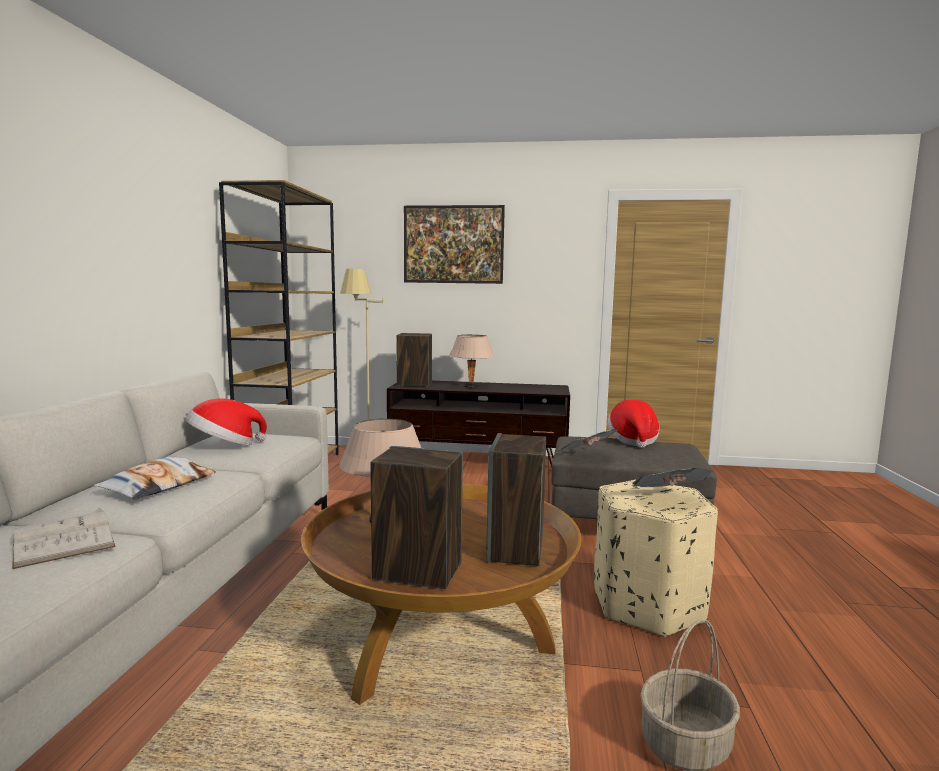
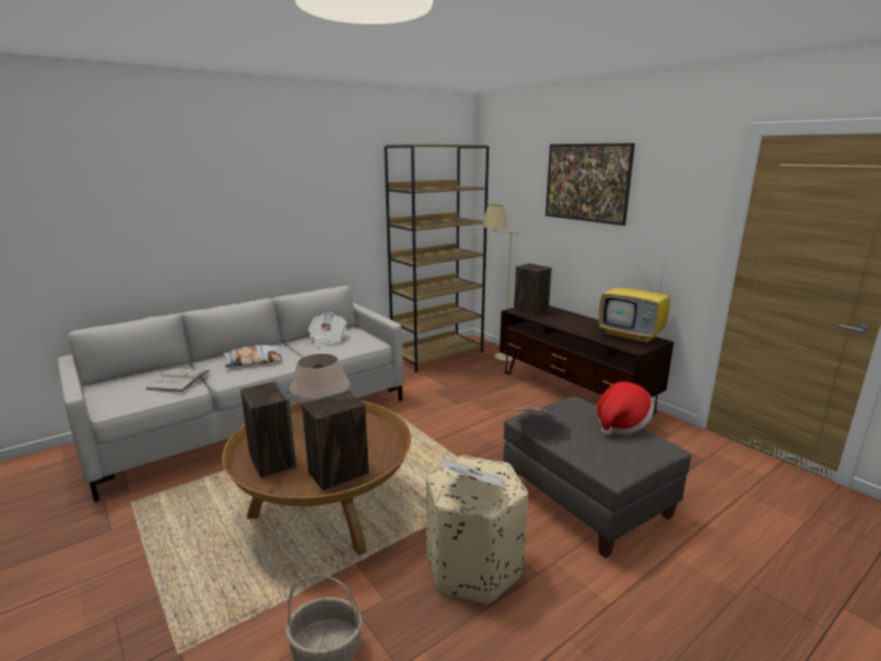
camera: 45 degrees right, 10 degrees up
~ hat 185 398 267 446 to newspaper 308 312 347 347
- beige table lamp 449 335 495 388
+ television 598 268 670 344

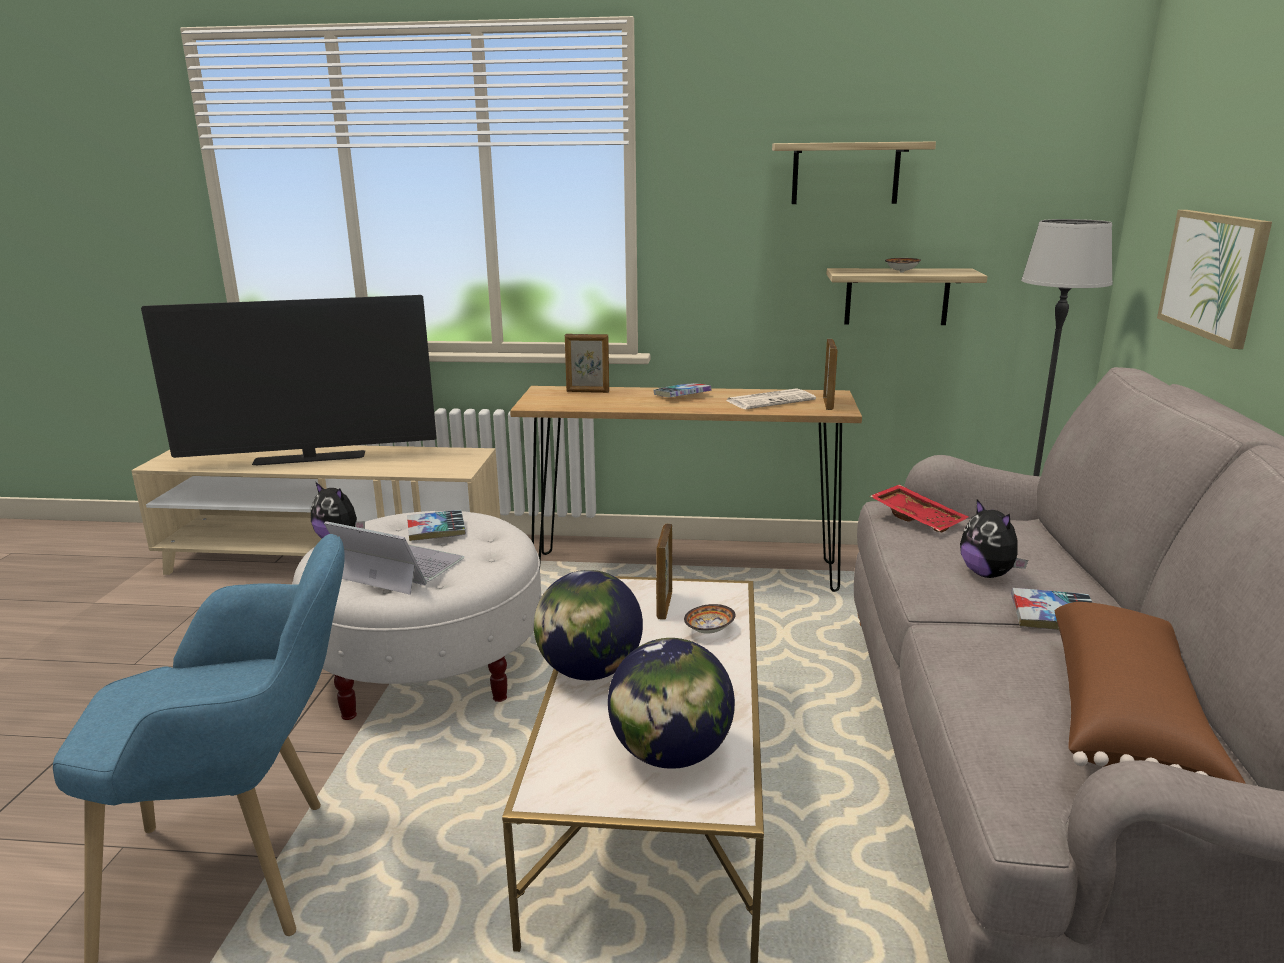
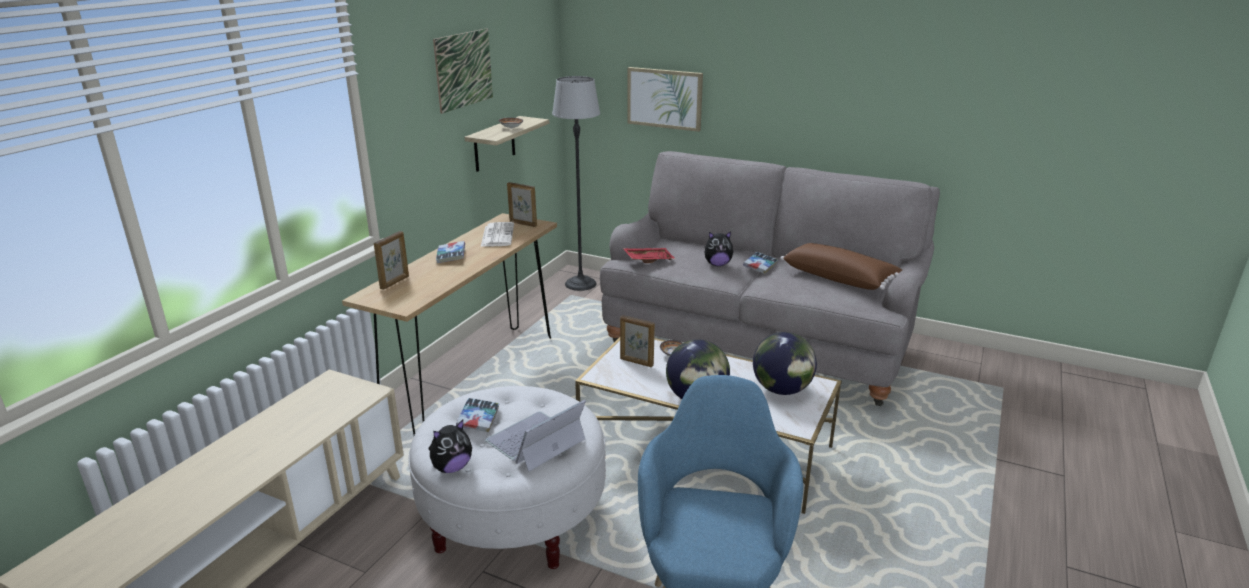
camera: 70 degrees left, 5 degrees up
- television 141 295 437 465
~ shelf 772 141 936 204 to picture 433 28 493 114

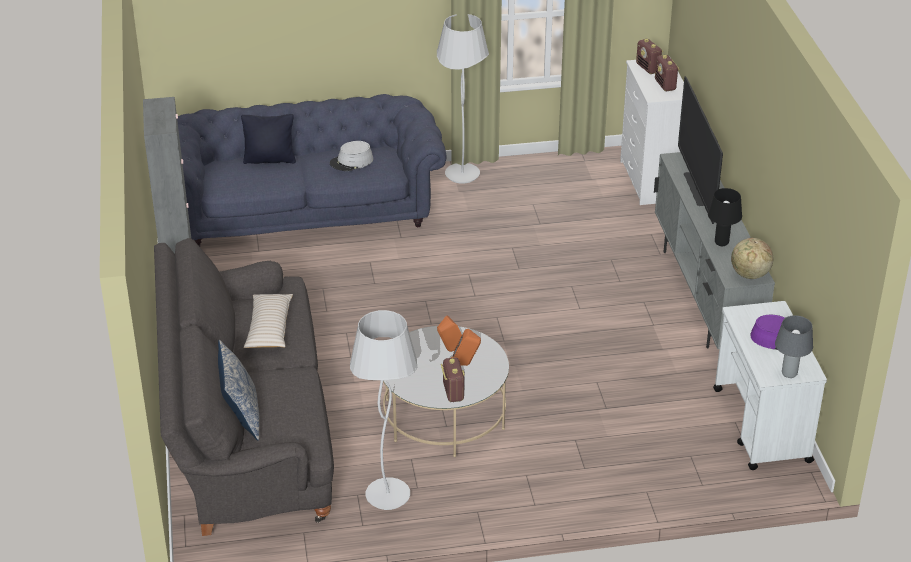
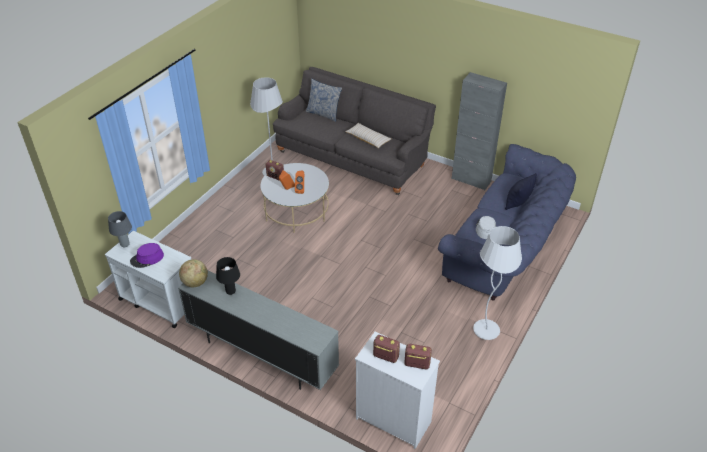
camera: 130 degrees right, 5 degrees up
- television 678 76 723 224

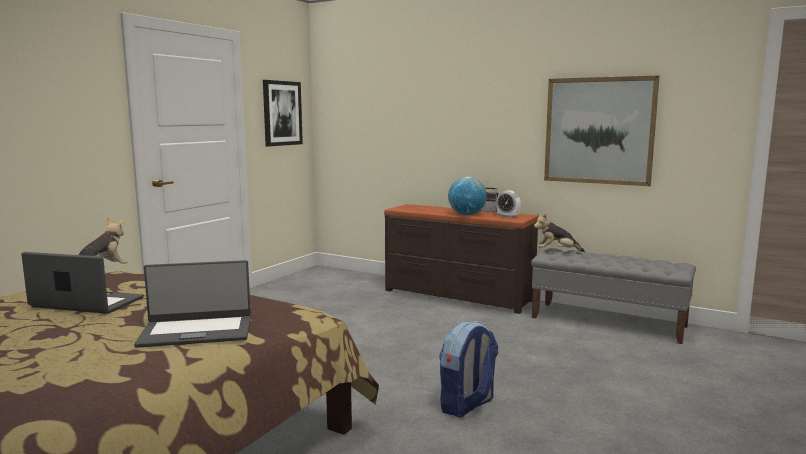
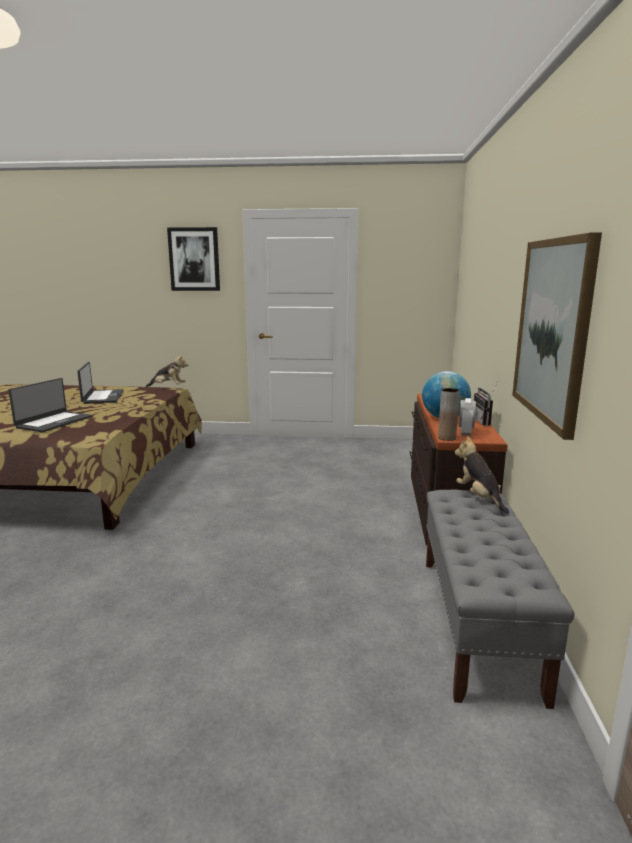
camera: 65 degrees right, 5 degrees up
~ laptop 134 260 251 348 = 8 378 92 432 120 degrees counterclockwise
~ picture 263 80 303 146 to 167 227 220 291
- backpack 439 321 498 417
+ brown vase 438 388 460 441

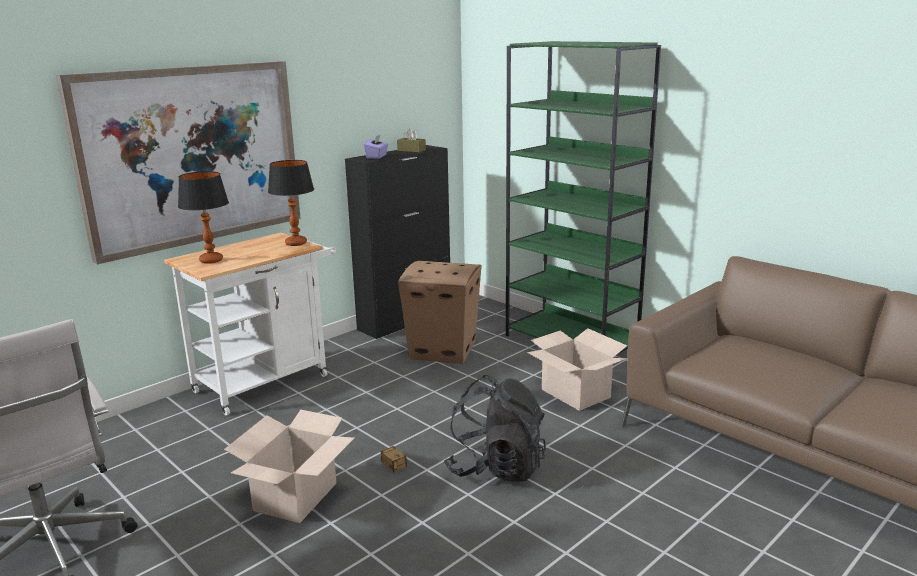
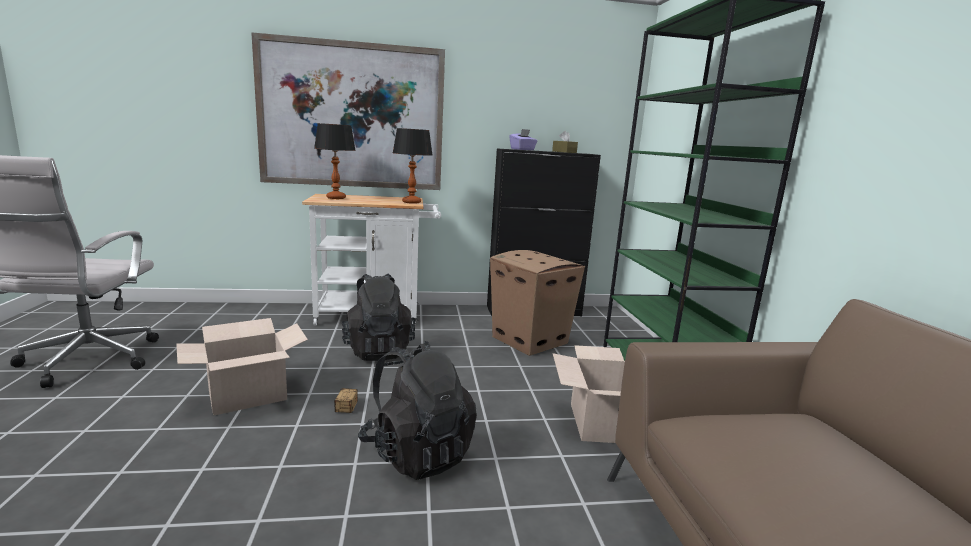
camera: 35 degrees right, 5 degrees down
+ black backpack 342 273 415 361

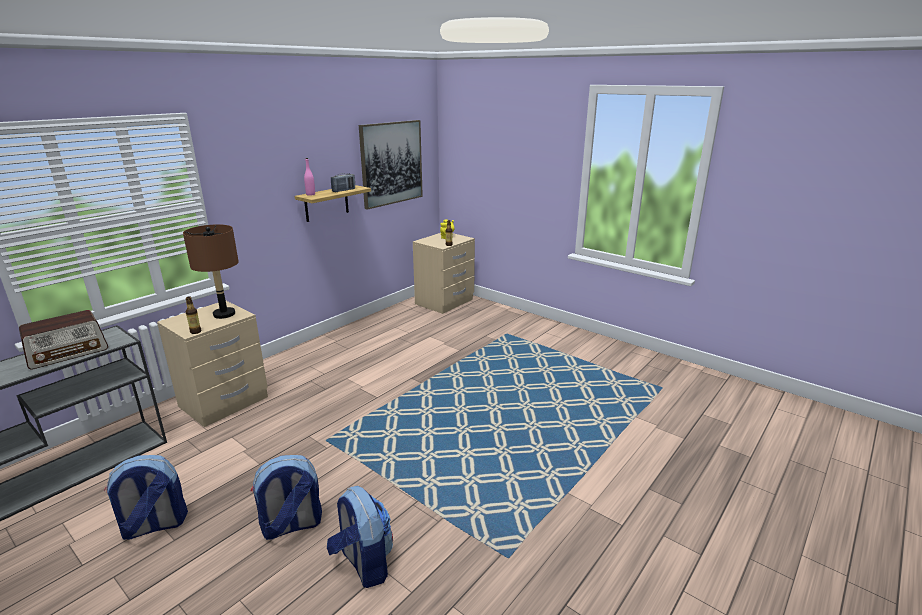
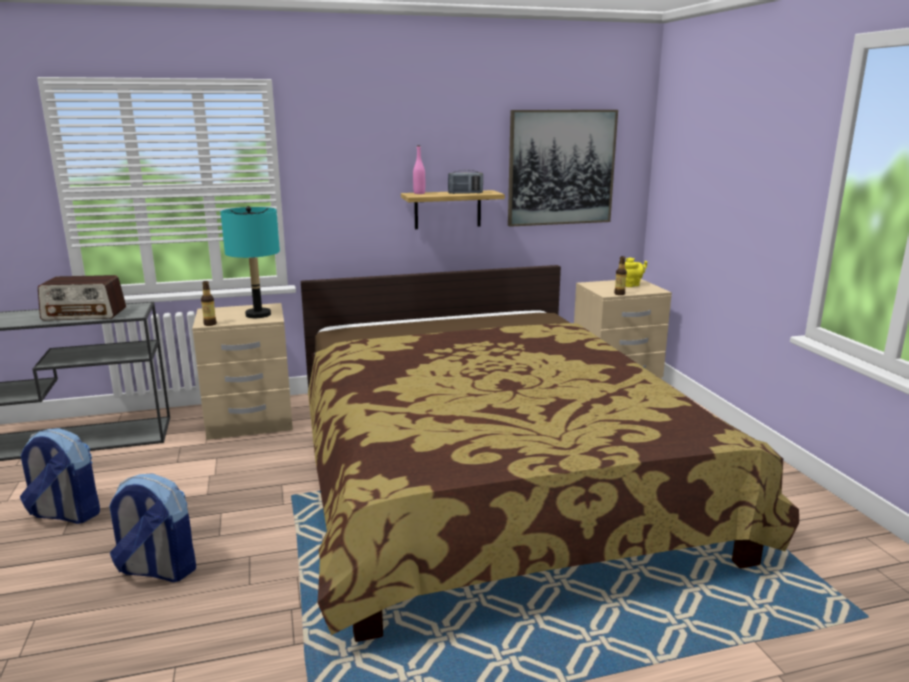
camera: 35 degrees right, 5 degrees down
~ brown table lamp 183 224 239 319 to turquoise table lamp 221 206 280 318
- backpack 327 486 393 588
+ bed 301 265 799 642

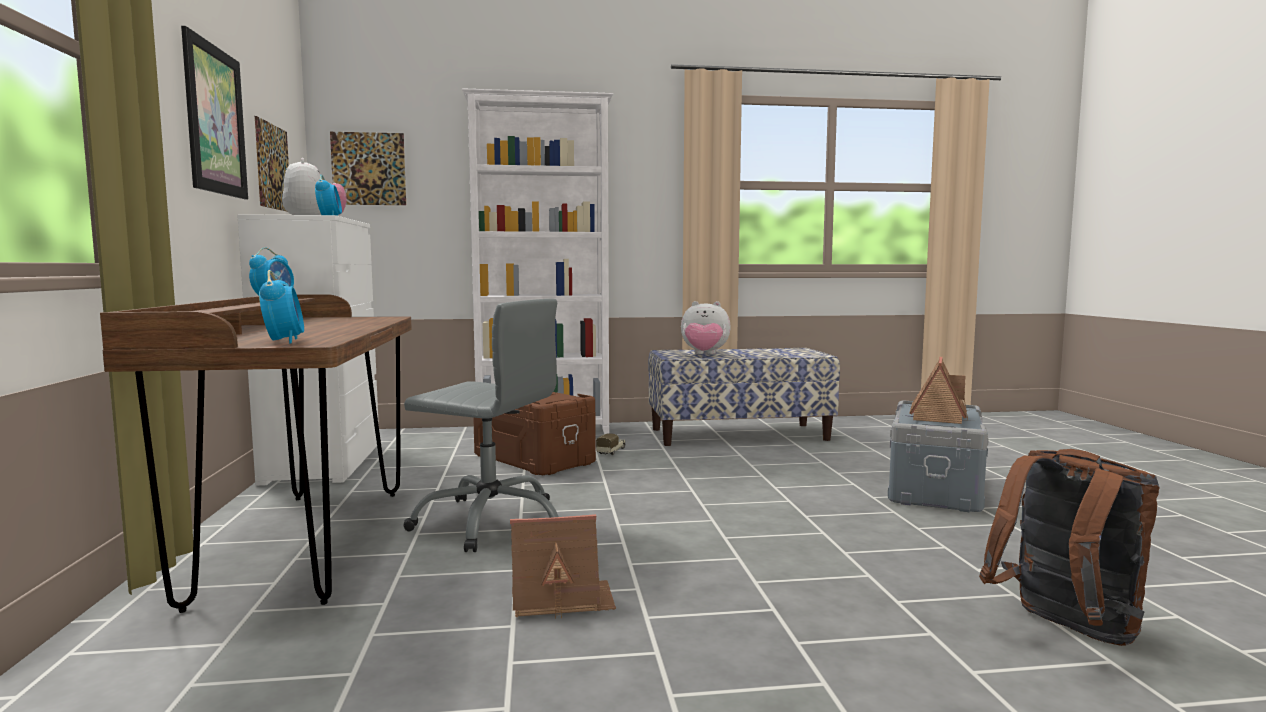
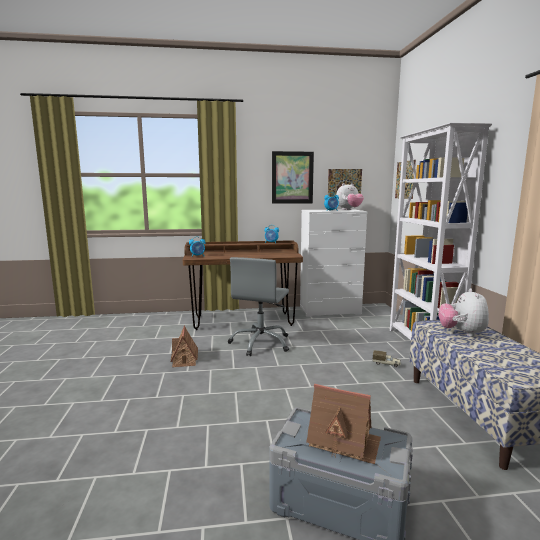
camera: 90 degrees right, 5 degrees up
- brown storage box 473 392 596 475
- brown backpack 979 449 1159 646

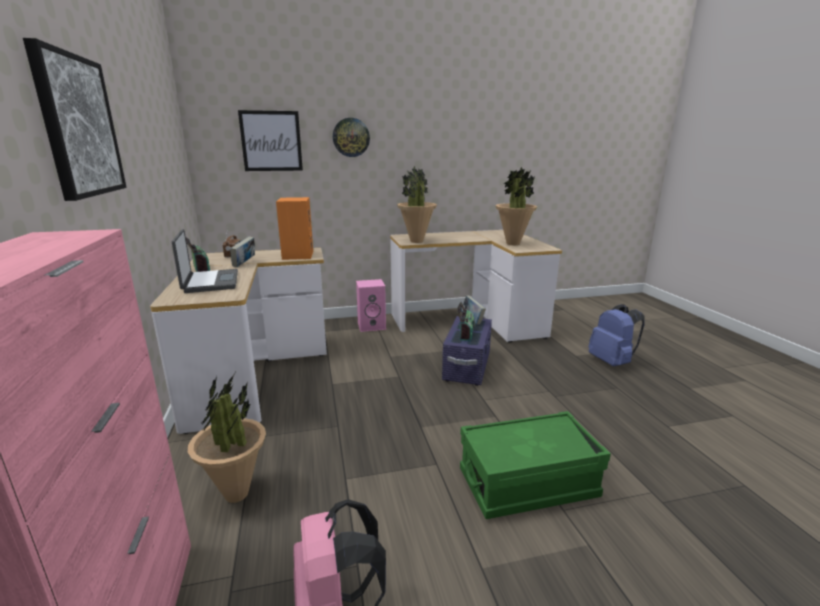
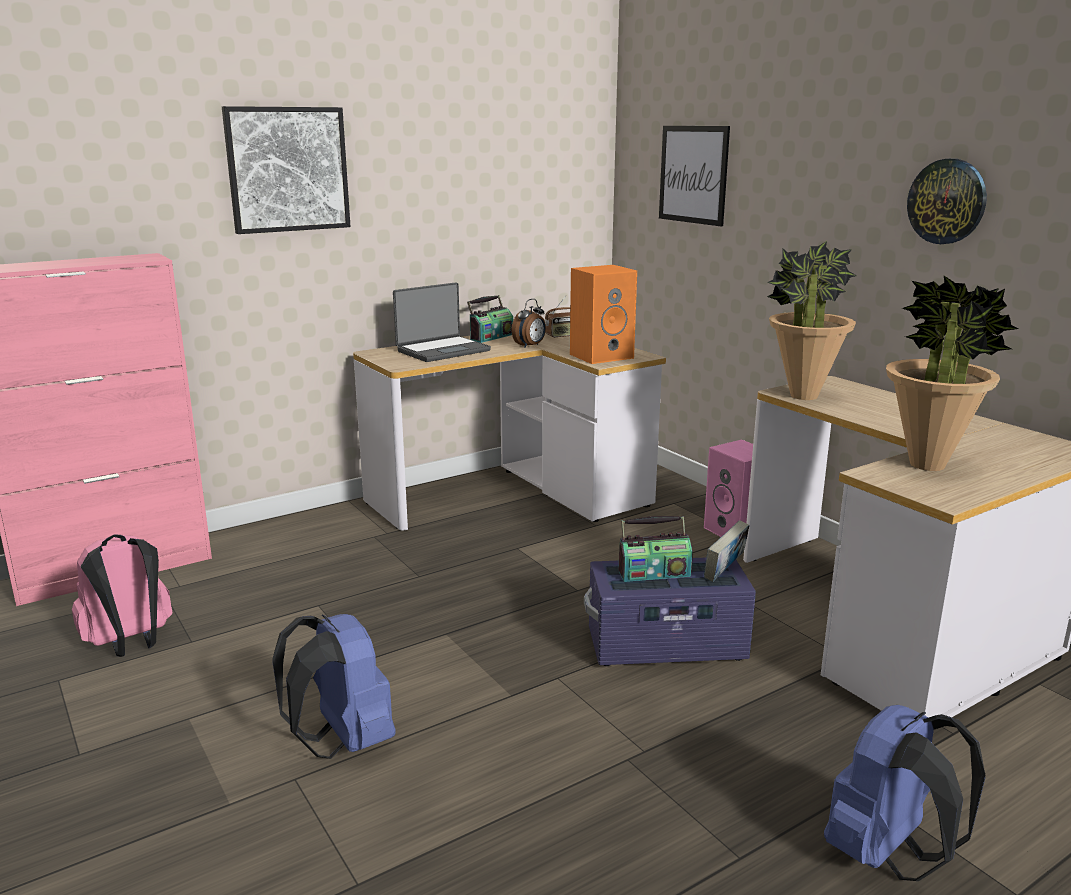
camera: 70 degrees right, 0 degrees up
- potted plant 188 373 266 503
~ book 230 236 255 267 to alarm clock 511 299 546 348
~ wall clock 333 118 370 157 to 907 159 987 244
~ green storage box 460 411 611 519 to blue backpack 272 614 396 759

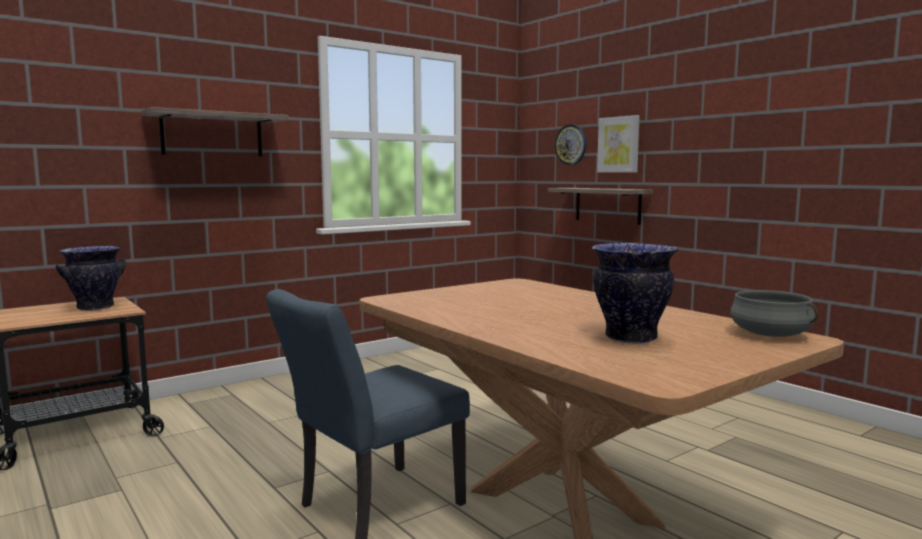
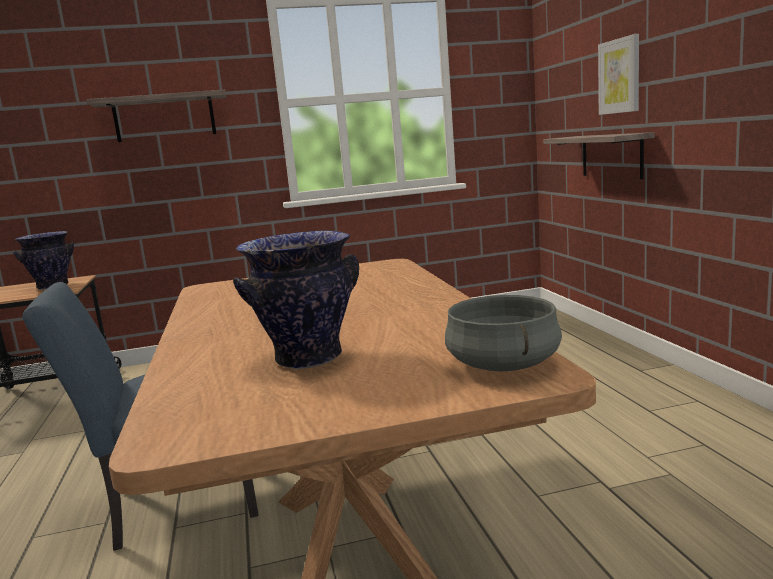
camera: 25 degrees right, 5 degrees up
- wall clock 555 124 587 165

